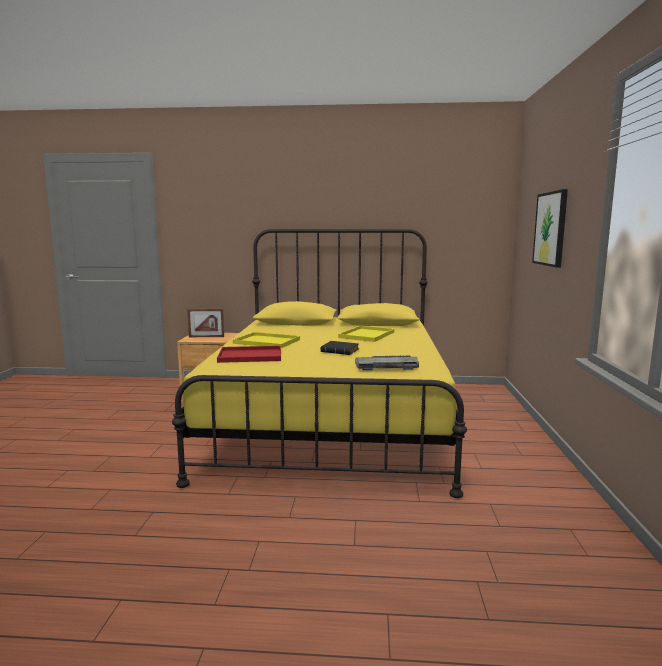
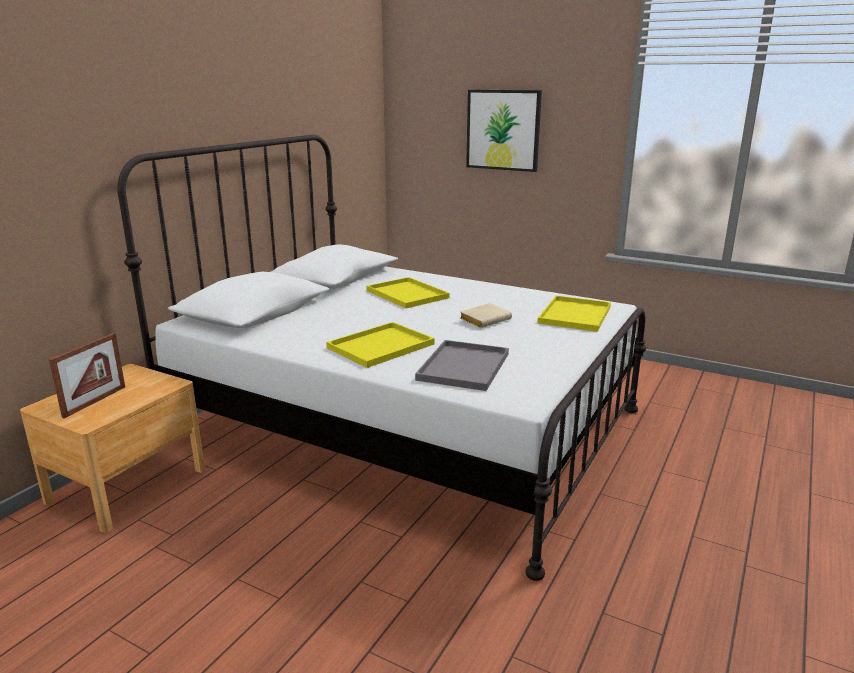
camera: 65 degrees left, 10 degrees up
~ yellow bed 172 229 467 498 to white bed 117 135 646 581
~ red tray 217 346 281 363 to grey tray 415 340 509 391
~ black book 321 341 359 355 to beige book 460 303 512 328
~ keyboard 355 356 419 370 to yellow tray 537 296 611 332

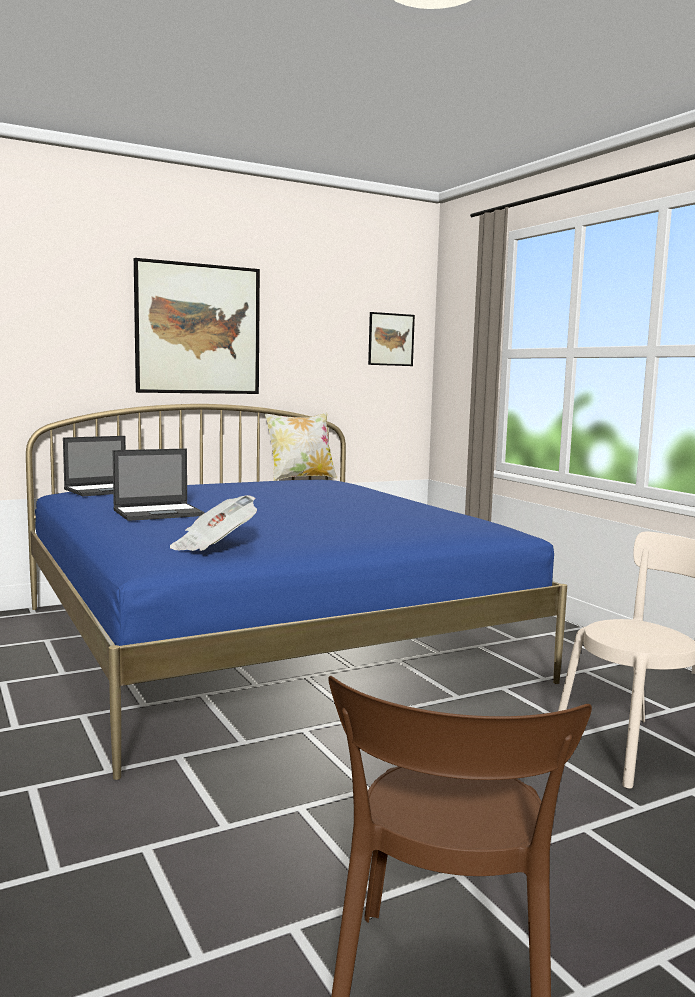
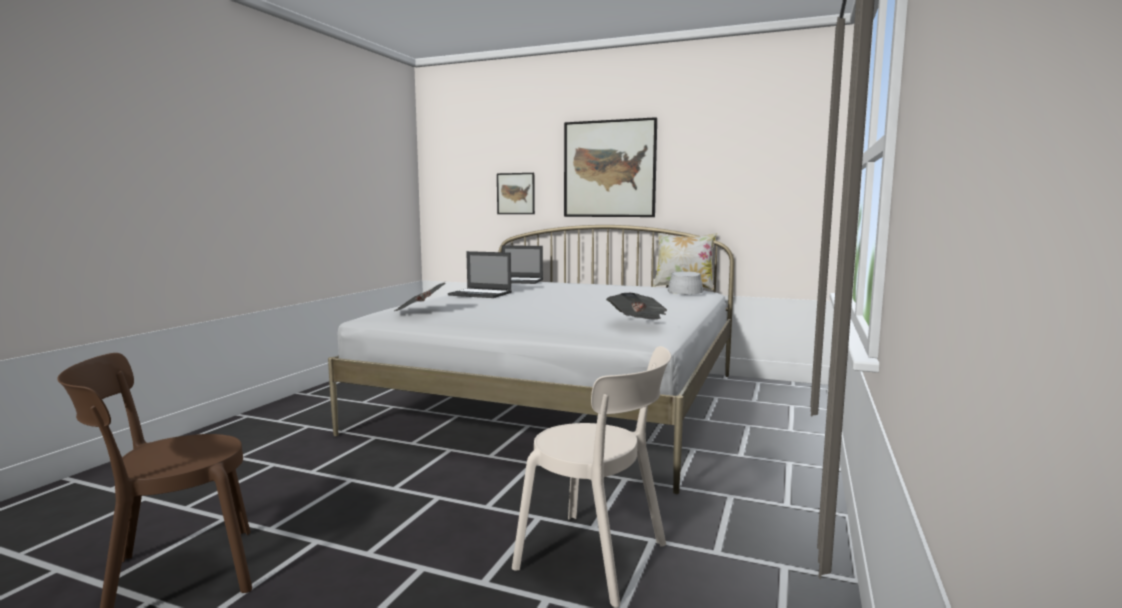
camera: 50 degrees right, 0 degrees up
~ blue bed 26 404 567 780 to white bed 328 225 734 494
~ picture 368 312 415 366 to 497 173 535 214
+ newspaper 606 293 667 319
+ grey hat 668 271 704 295

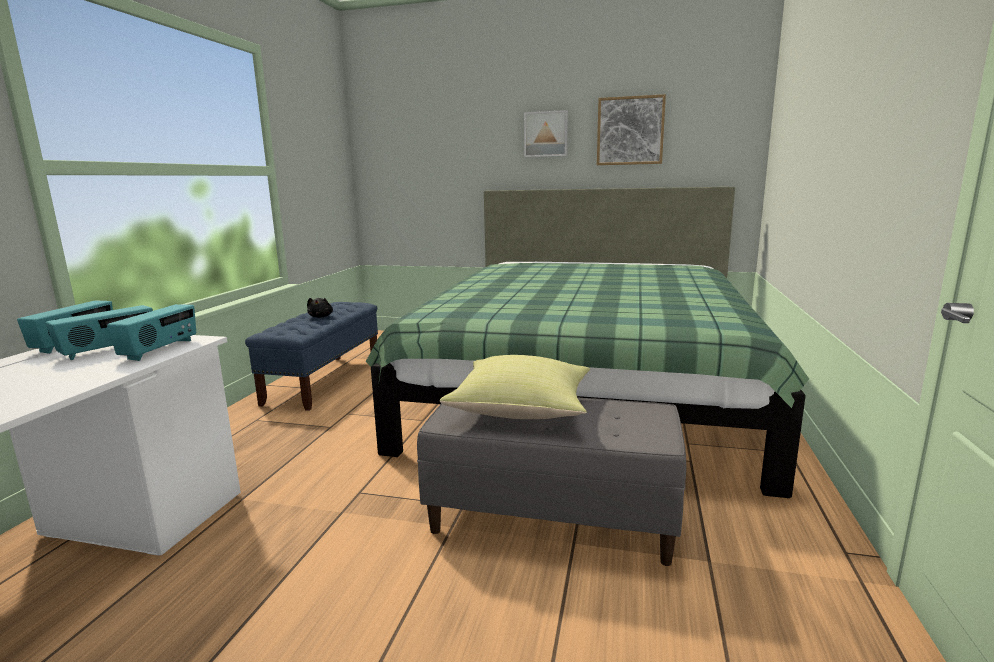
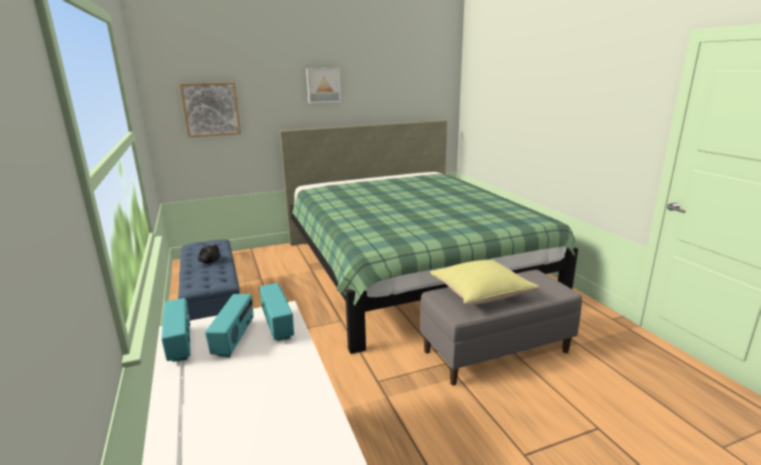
camera: 35 degrees left, 5 degrees up
~ picture 597 94 666 165 to 180 82 241 137

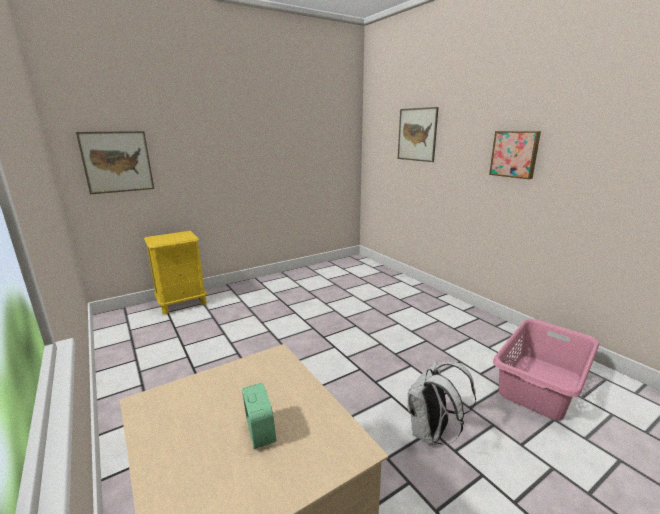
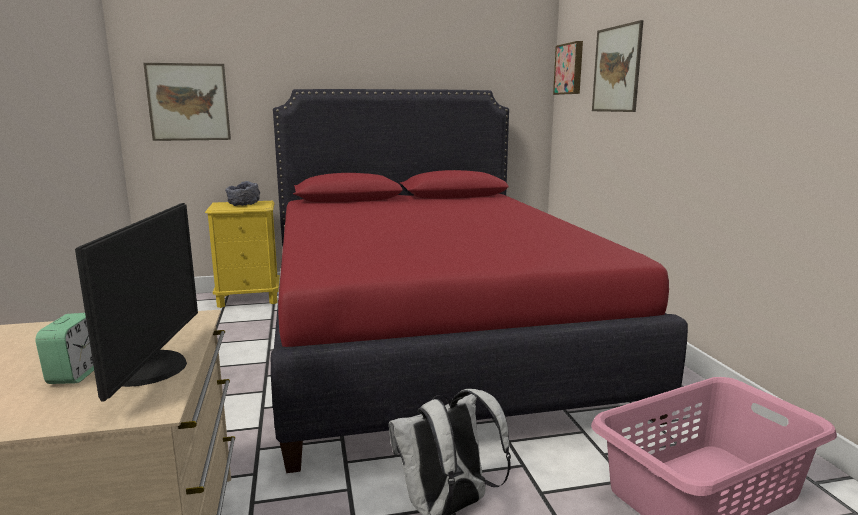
camera: 20 degrees right, 5 degrees down
~ picture 489 131 541 179 to 553 41 583 95
+ monitor 75 203 198 401
+ grey bowl 225 181 260 206
+ red bed 271 89 688 473

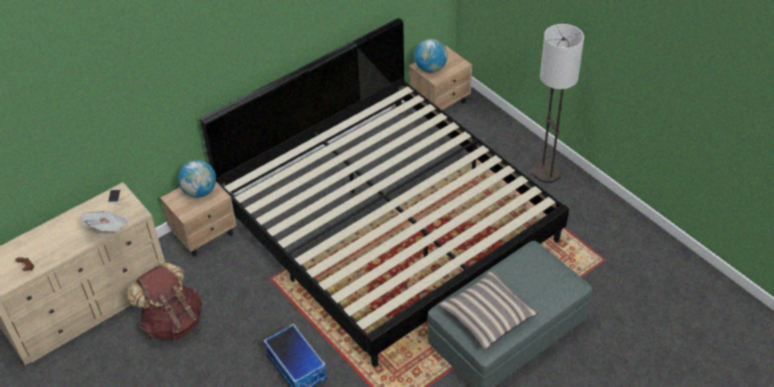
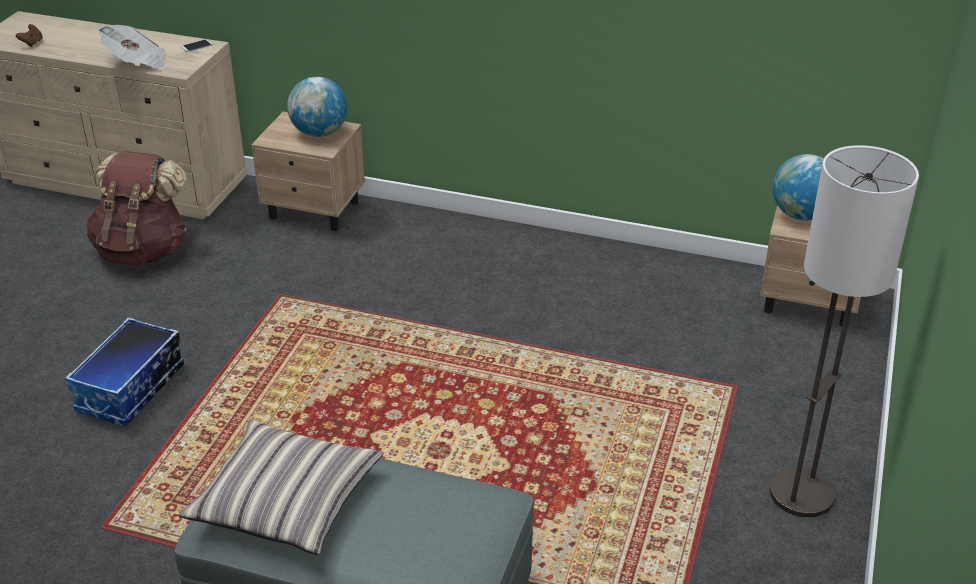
camera: 55 degrees right, 10 degrees down
- bed 200 18 569 367

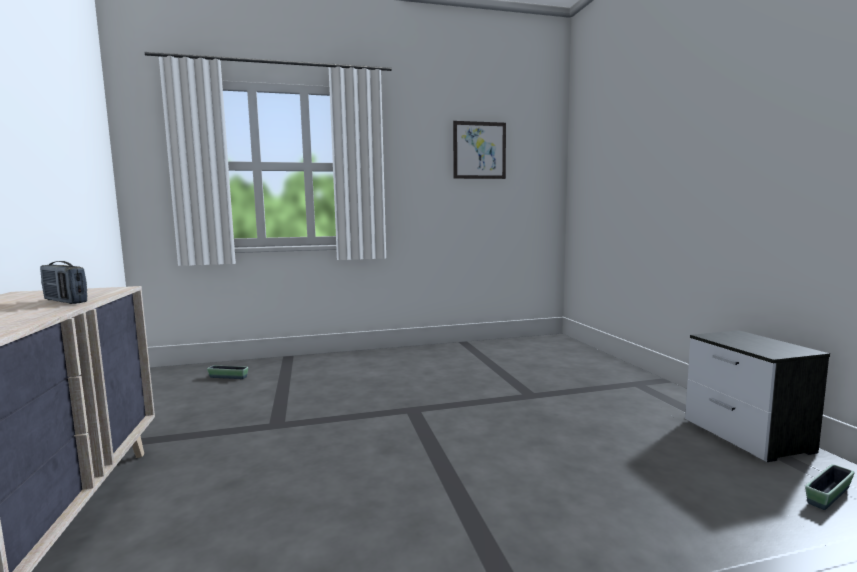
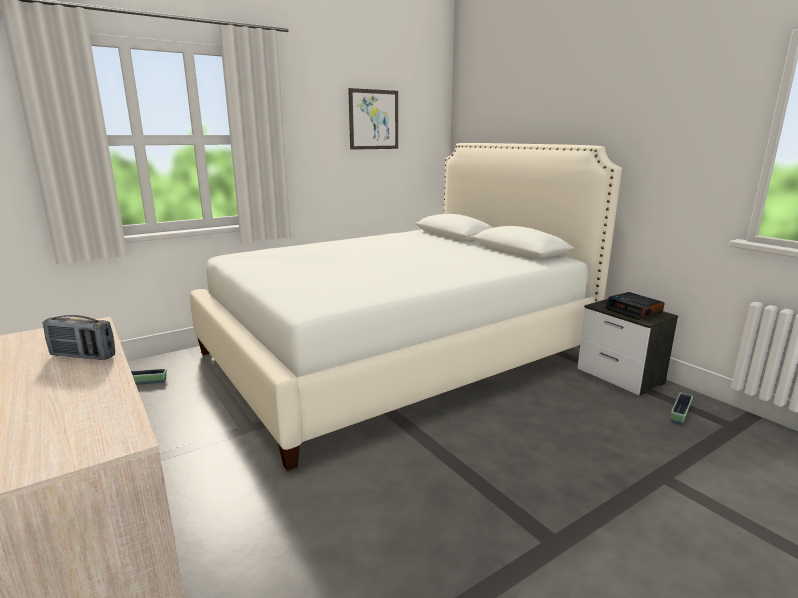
camera: 20 degrees left, 10 degrees up
+ white bed 190 143 622 471
+ alarm clock 606 292 665 320

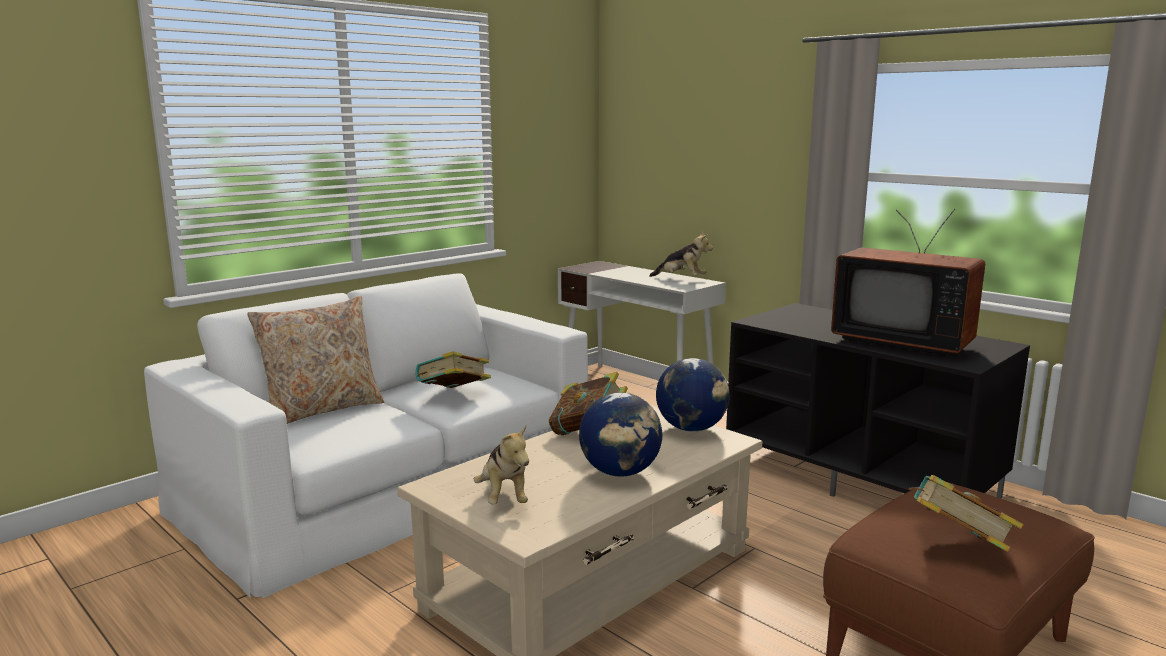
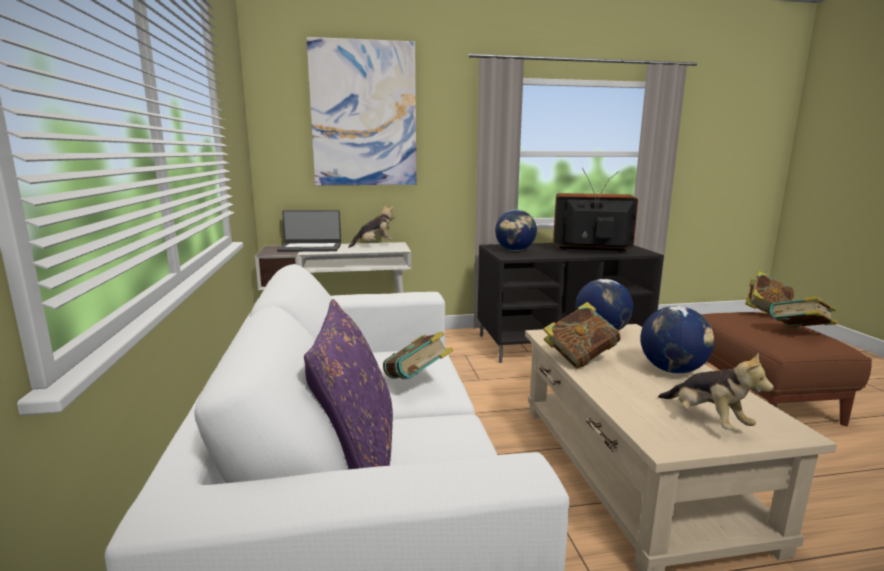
camera: 55 degrees left, 0 degrees up
~ beige pillow 247 296 384 424 to purple pillow 304 299 393 469
~ plush toy 474 425 529 505 = 658 353 774 430 45 degrees clockwise
~ television 831 209 985 357 = 553 168 638 252 150 degrees counterclockwise
+ laptop 277 210 341 252
+ picture 306 37 416 185
+ globe 495 210 537 251
+ book 745 271 794 314

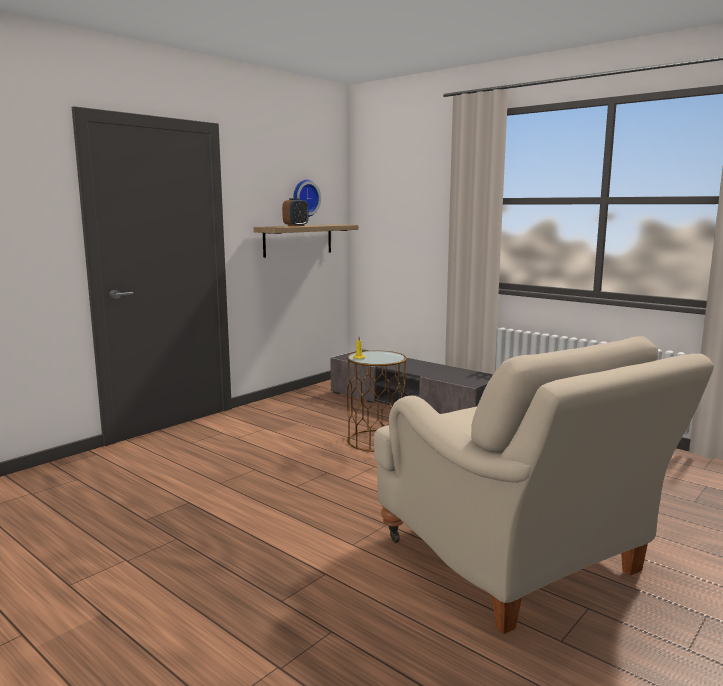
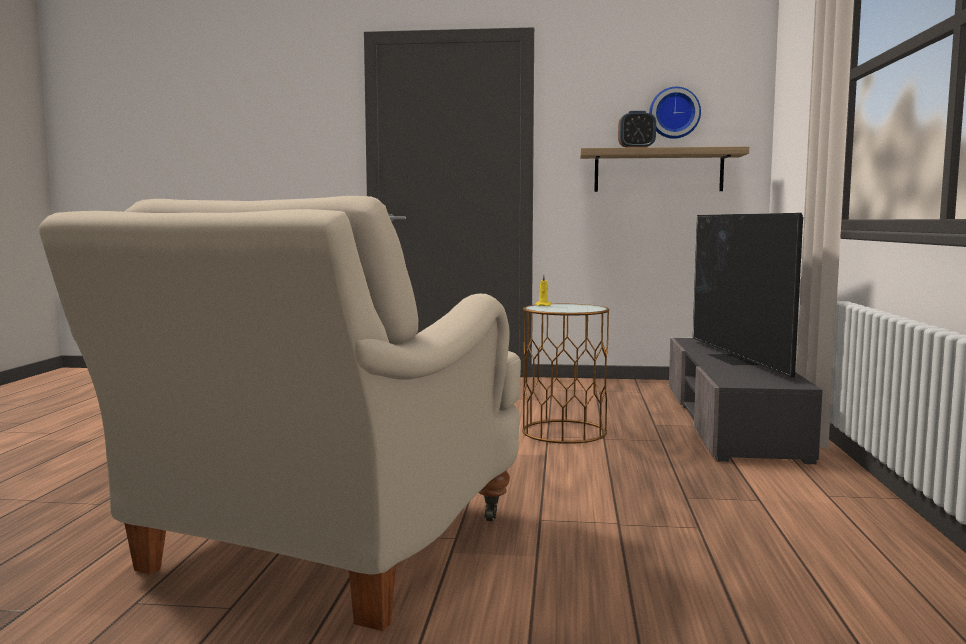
camera: 55 degrees right, 5 degrees down
+ television 693 213 803 378

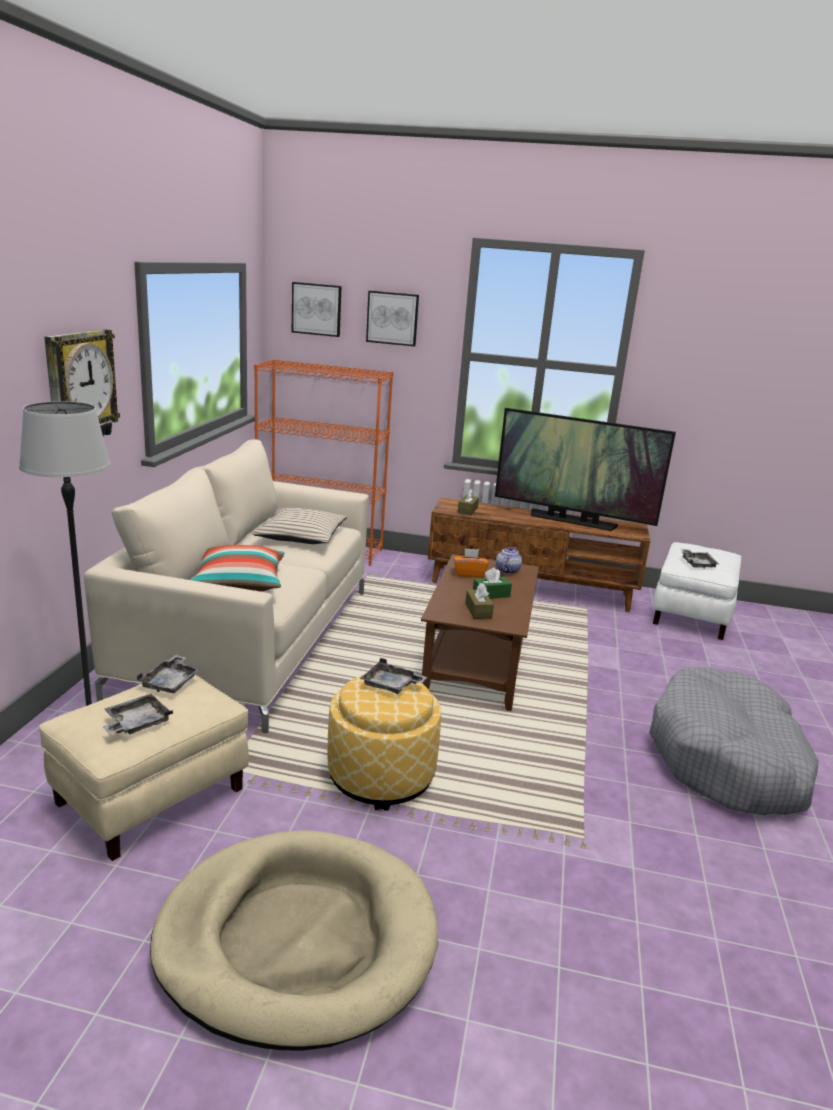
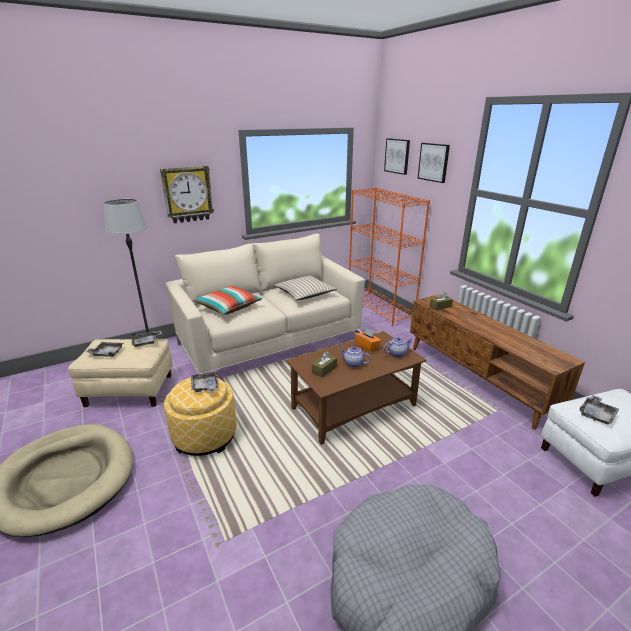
camera: 50 degrees right, 5 degrees up
~ green tissue box 473 567 512 599 to teapot 339 346 370 368
- television 495 408 676 531

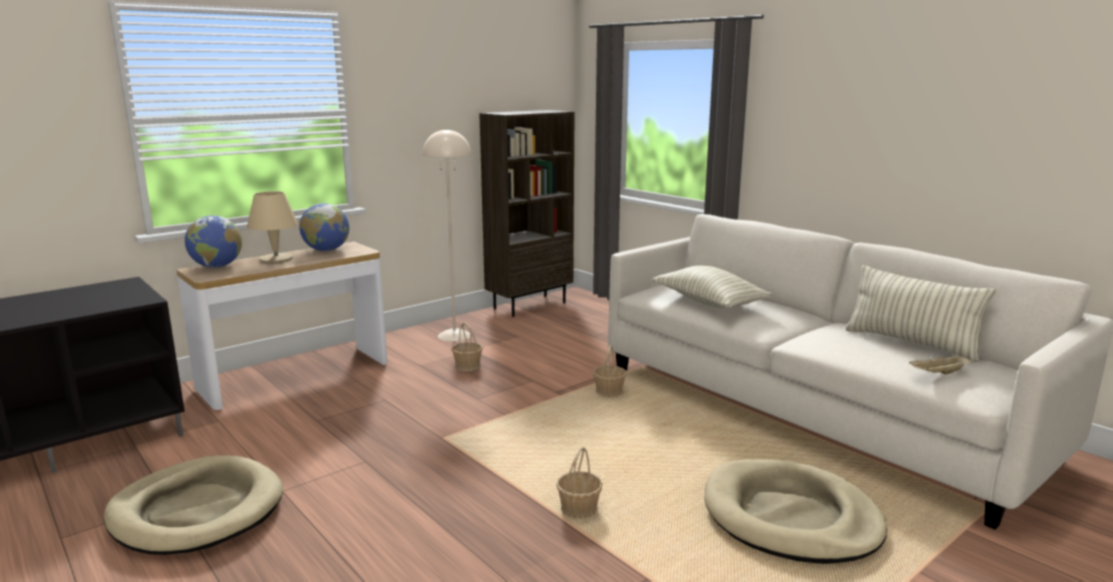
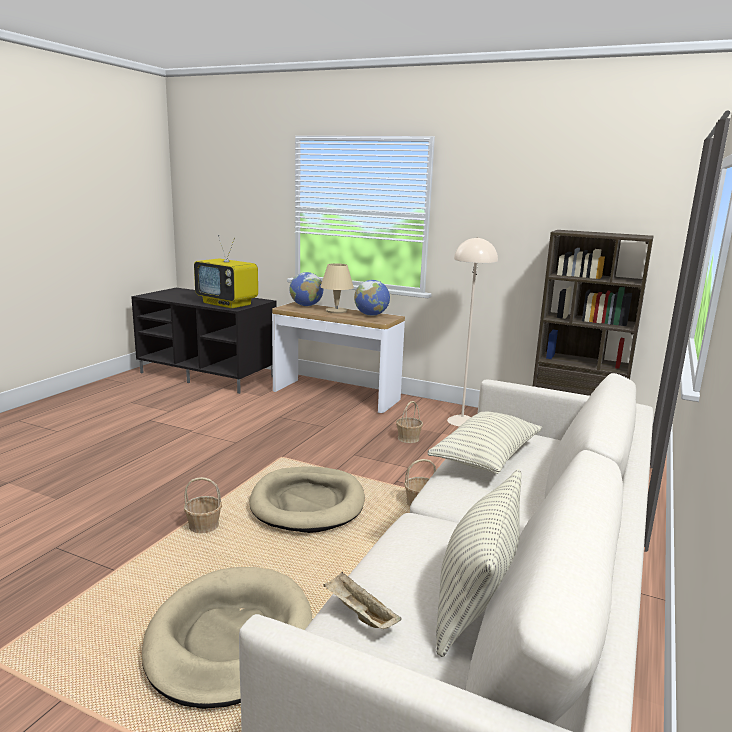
camera: 65 degrees right, 0 degrees up
~ beige dog bed 104 455 283 555 to 249 466 365 533
+ television 194 235 258 308

